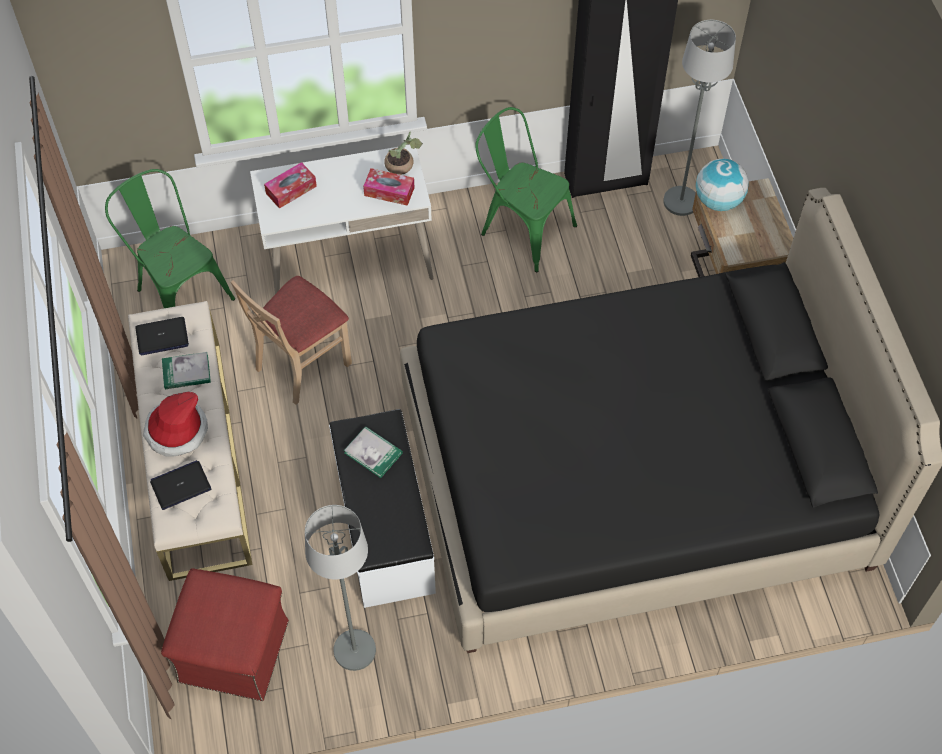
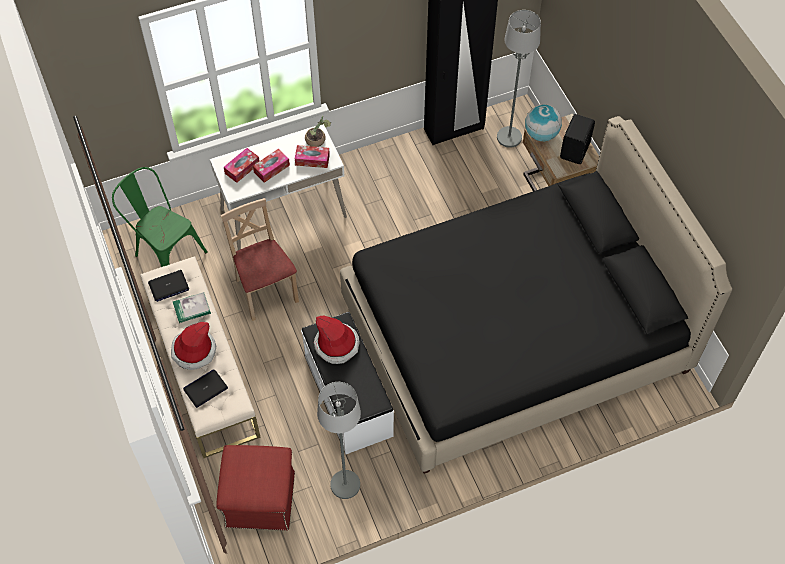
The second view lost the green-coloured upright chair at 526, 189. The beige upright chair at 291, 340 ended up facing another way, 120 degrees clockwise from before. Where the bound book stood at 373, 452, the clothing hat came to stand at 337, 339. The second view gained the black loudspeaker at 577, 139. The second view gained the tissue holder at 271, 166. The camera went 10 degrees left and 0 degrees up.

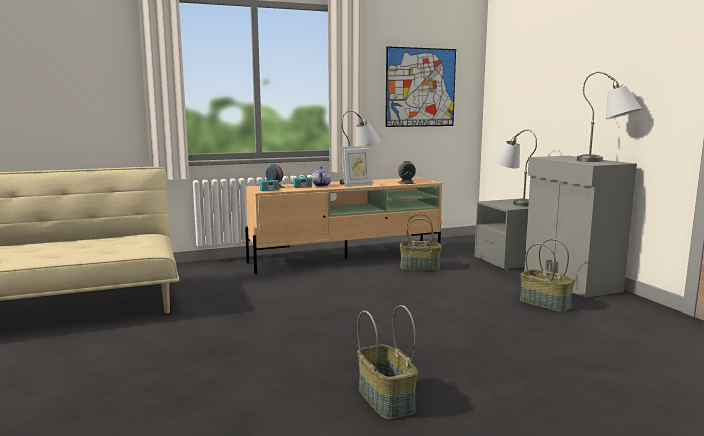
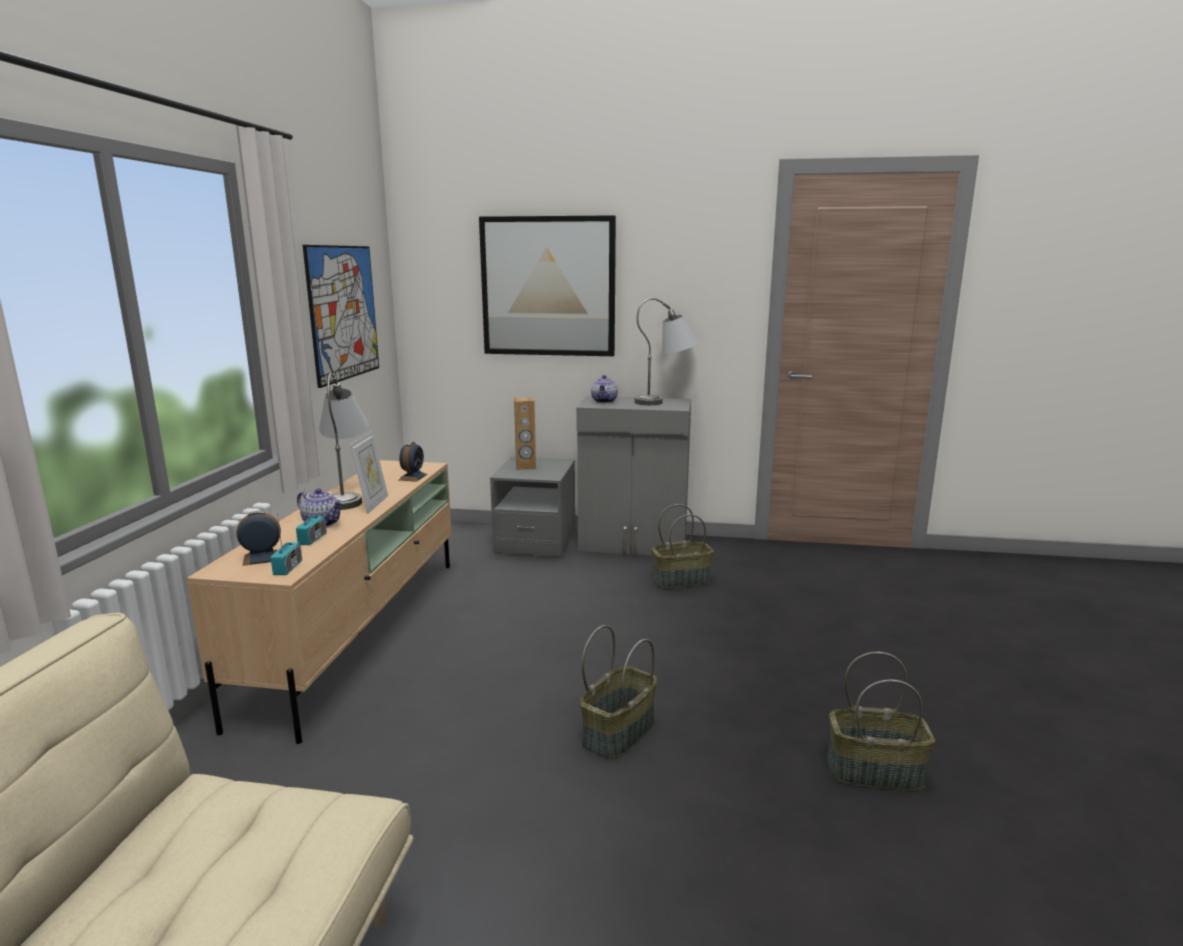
Where the gray lamp for a table stood at 515, 167, the brownish loudspeaker came to stand at 525, 433. The storage basket ended up elsewhere, having gone from 421, 242 to 618, 692. The second view gained the wall art at 547, 285. The second view gained the pot for tea at 604, 389. The camera went 60 degrees left and 5 degrees up.

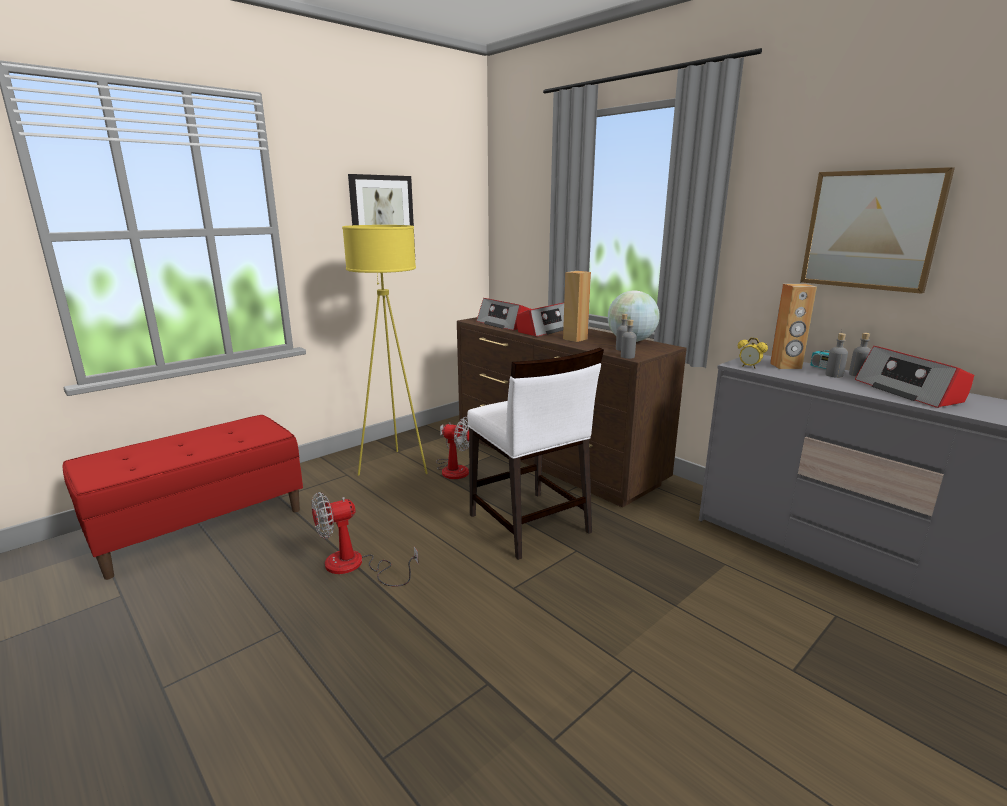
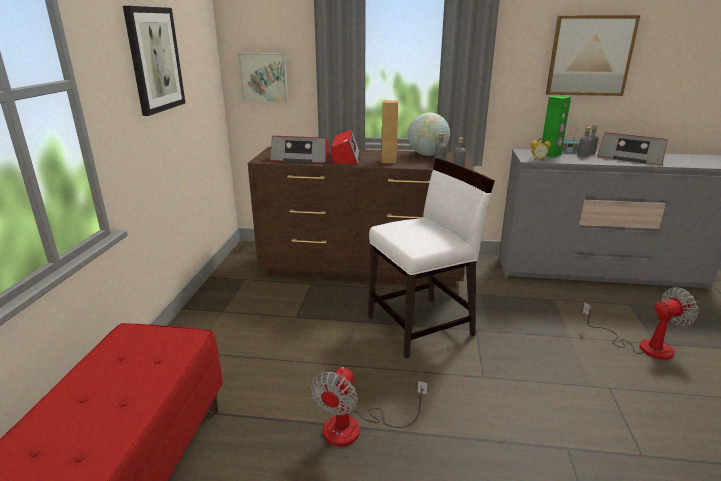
The second view lost the yellow standing lamp at 385, 350. What was the brownish loudspeaker at 793, 326 turned into the green-coloured loudspeaker at 556, 126. The white-coloured upright chair at 535, 454 ended up facing another way, 45 degrees counterclockwise from before. The electric fan ended up elsewhere, having gone from 452, 448 to 640, 323. The second view gained the wall art at 263, 77. The camera went 40 degrees left and 5 degrees up.

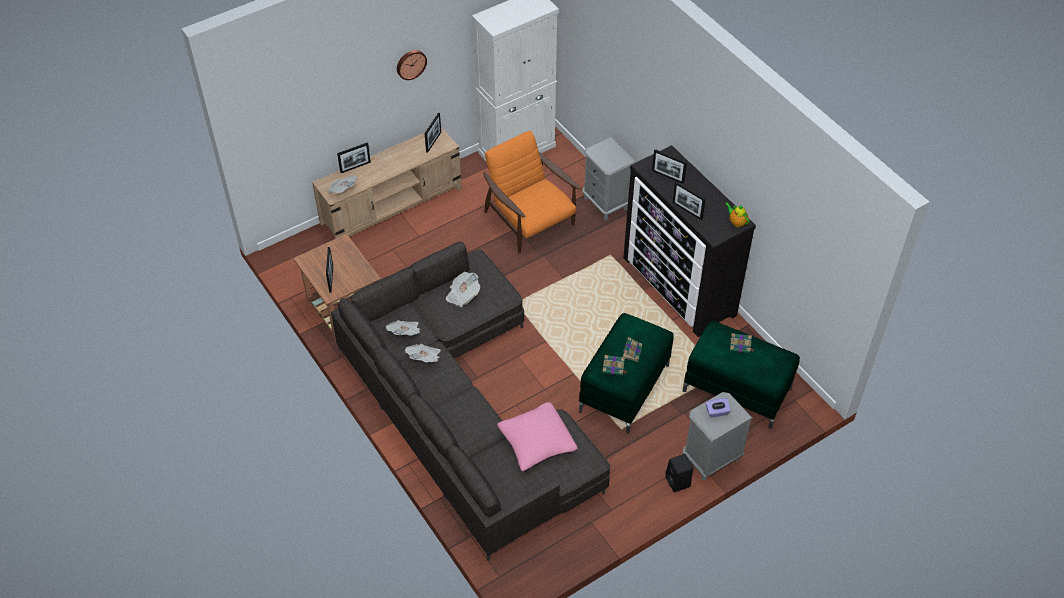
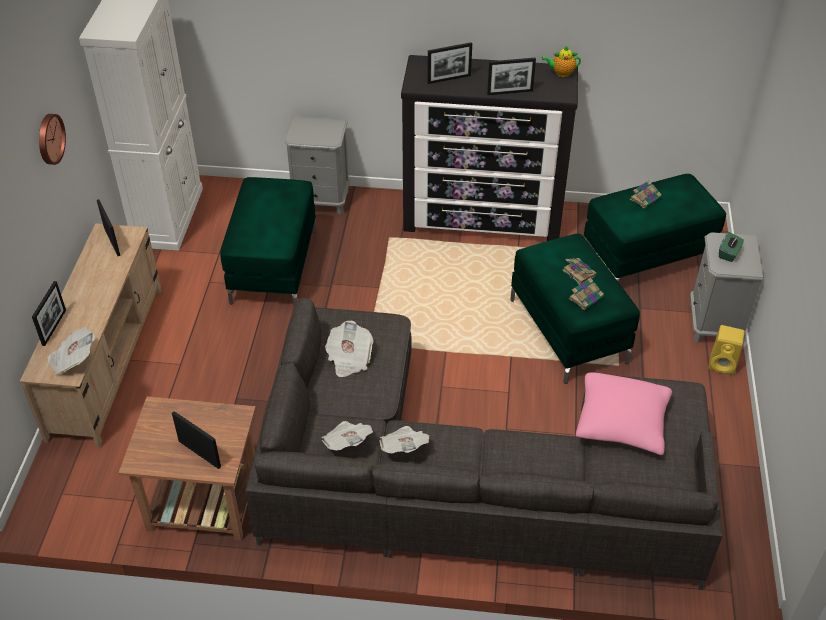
Where the orange-coloured easy chair stood at 532, 192, the green-coloured ottoman came to stand at 268, 241. What was the purplish tissue holder at 718, 408 turned into the green-coloured tissue holder at 731, 247. What was the black loudspeaker at 679, 473 turned into the yellow loudspeaker at 726, 350. The camera went 50 degrees left and 5 degrees down.

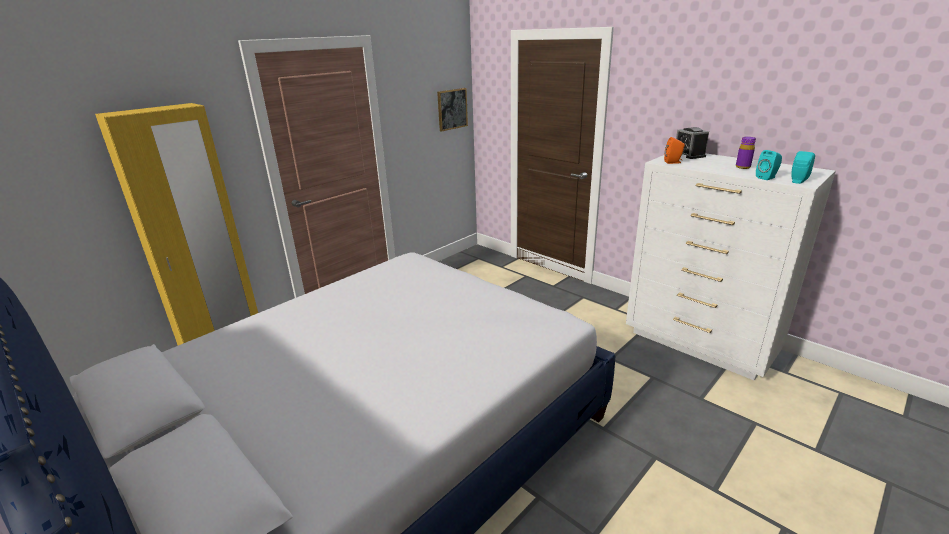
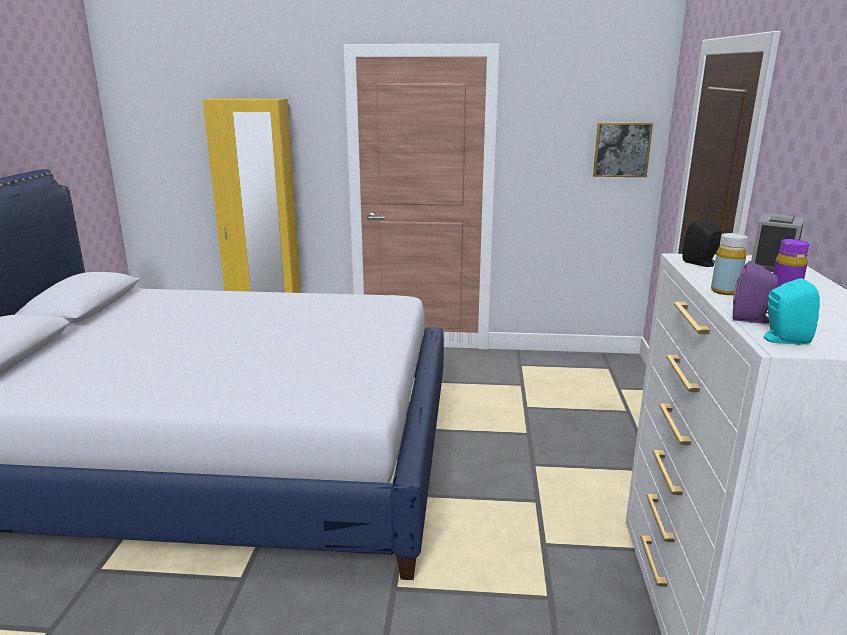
What was the orange-coloured loudspeaker at 674, 150 turned into the black loudspeaker at 702, 242. What was the blue-green loudspeaker at 769, 165 turned into the purplish loudspeaker at 755, 292. The second view gained the yellow bottle at 729, 264. The camera went 50 degrees right and 5 degrees down.

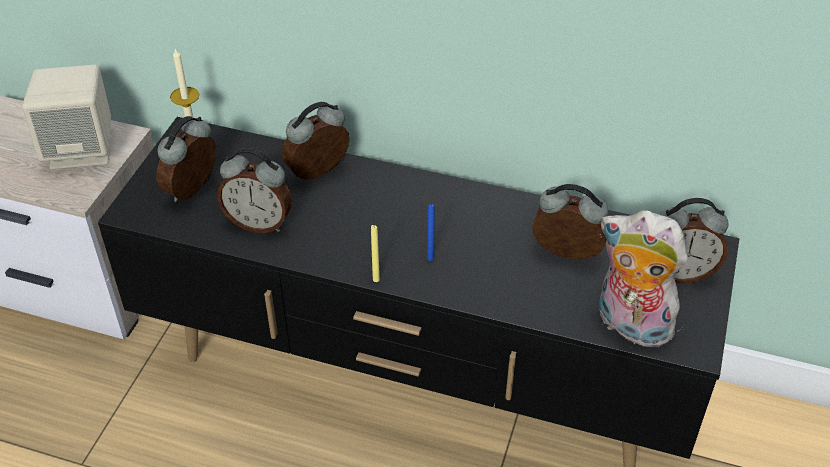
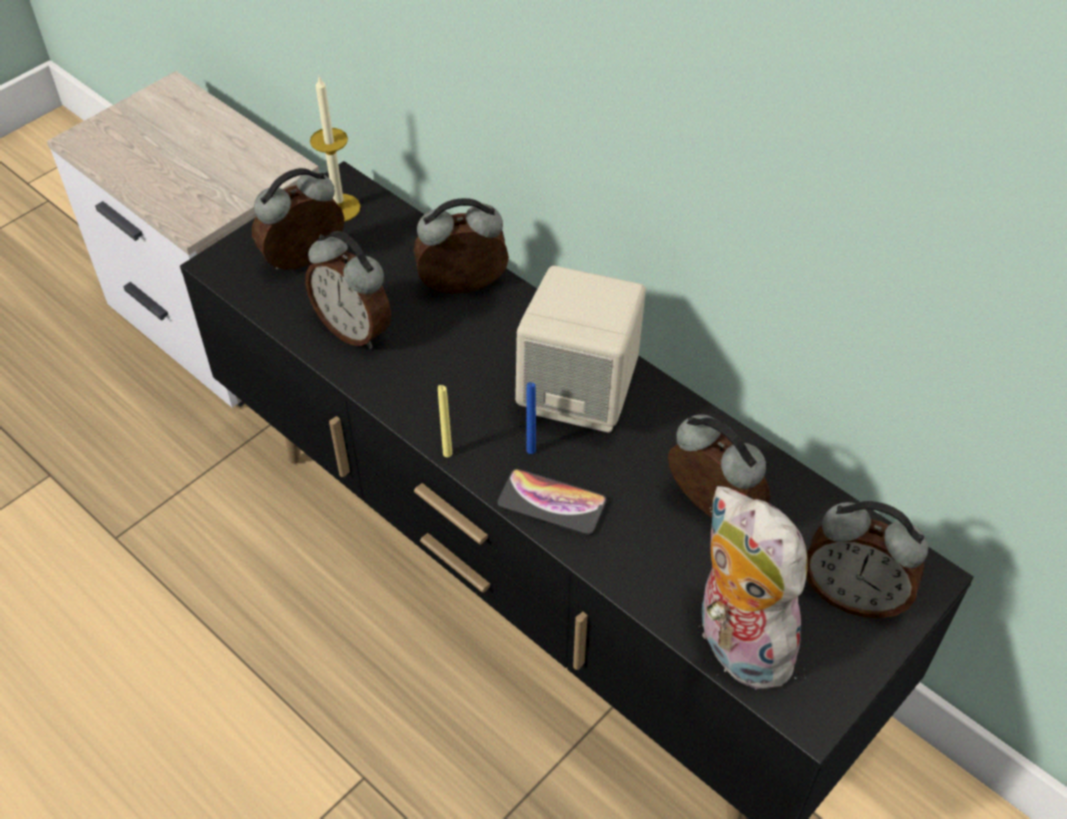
The beige loudspeaker ended up elsewhere, having gone from 66, 116 to 580, 349. The second view gained the phone at 552, 502. The camera went 25 degrees right and 5 degrees up.

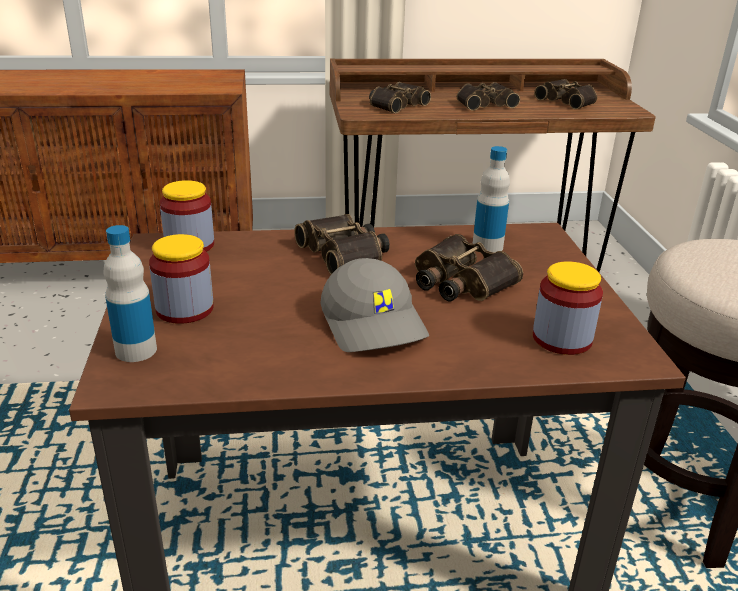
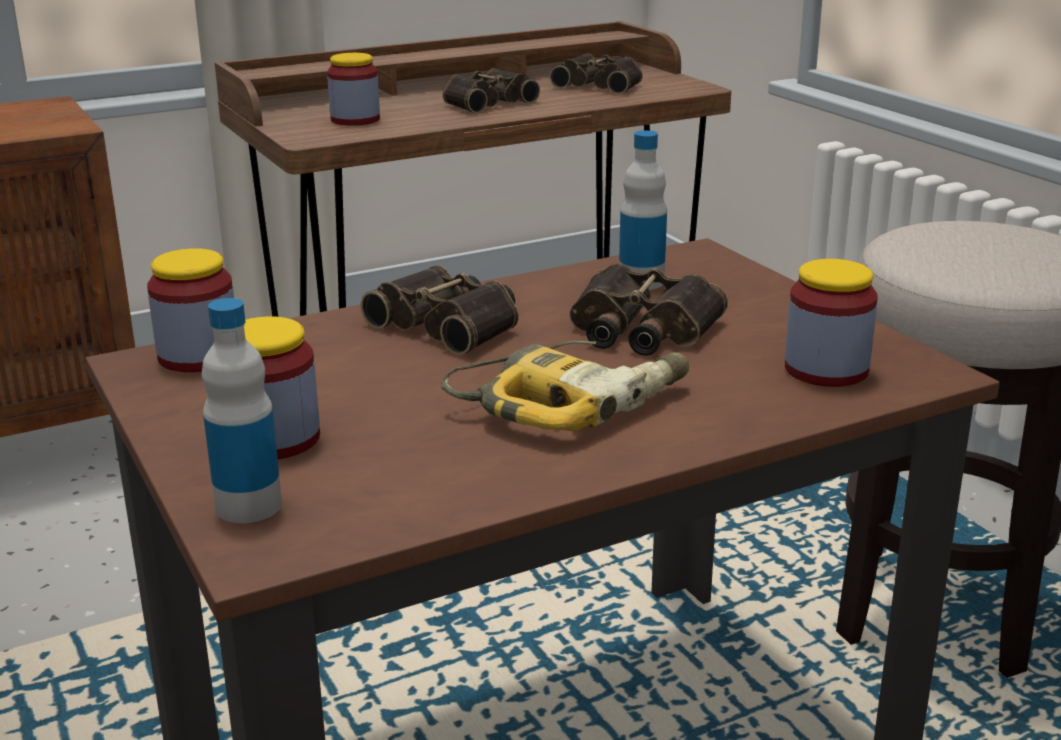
Where the pair of binoculars stood at 400, 98, the jar came to stand at 353, 89. Where the gray baseball cap stood at 374, 305, the electric drill came to stand at 565, 385. The camera went 20 degrees left and 5 degrees down.

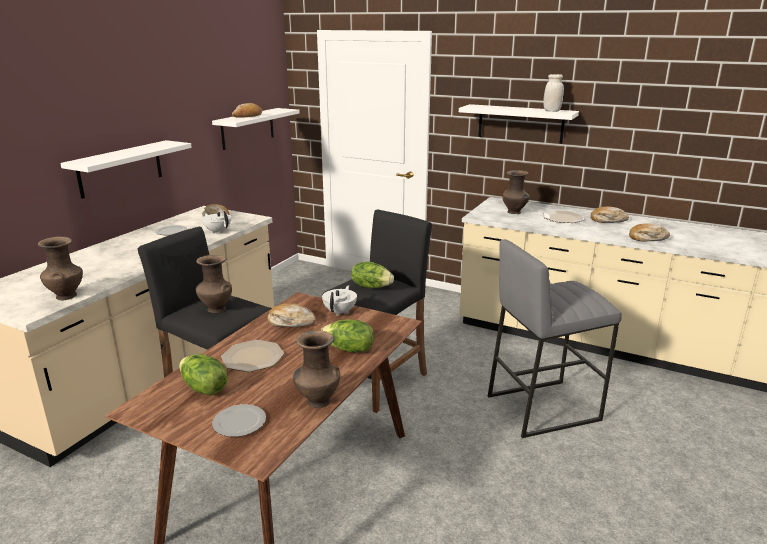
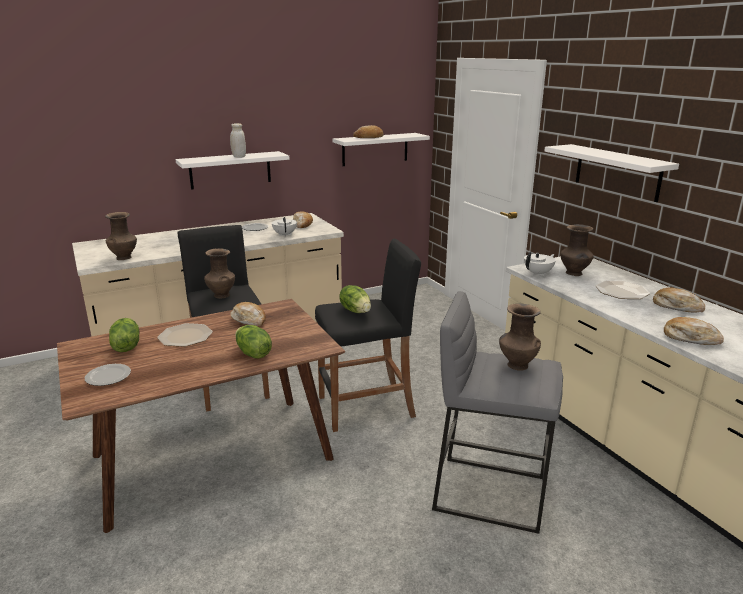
The white-coloured jar ended up elsewhere, having gone from 553, 93 to 238, 140. The white-coloured pot for tea ended up elsewhere, having gone from 339, 300 to 540, 263. The brownish flower vase ended up elsewhere, having gone from 316, 369 to 520, 337. The camera went 35 degrees right and 0 degrees up.

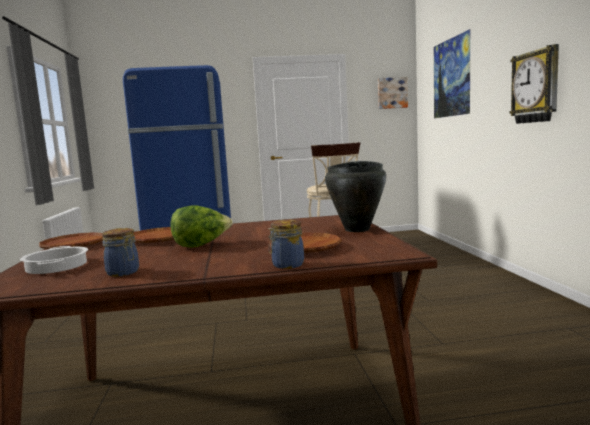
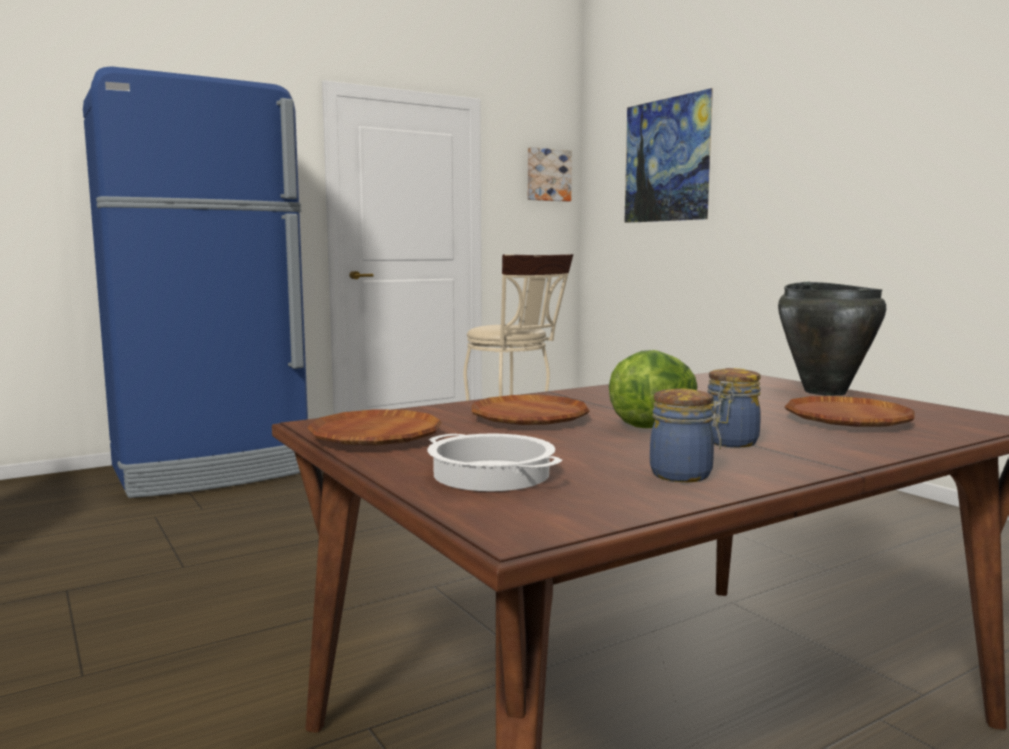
The second view lost the hanging clock at 534, 84. The jar ended up elsewhere, having gone from 286, 244 to 734, 407. The camera went 25 degrees left and 0 degrees up.

